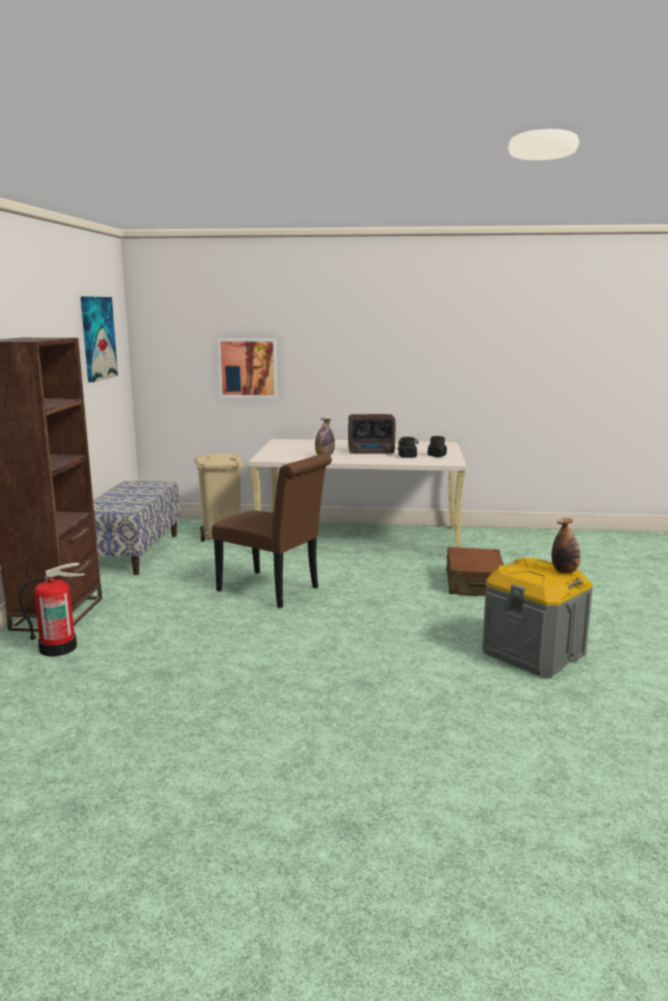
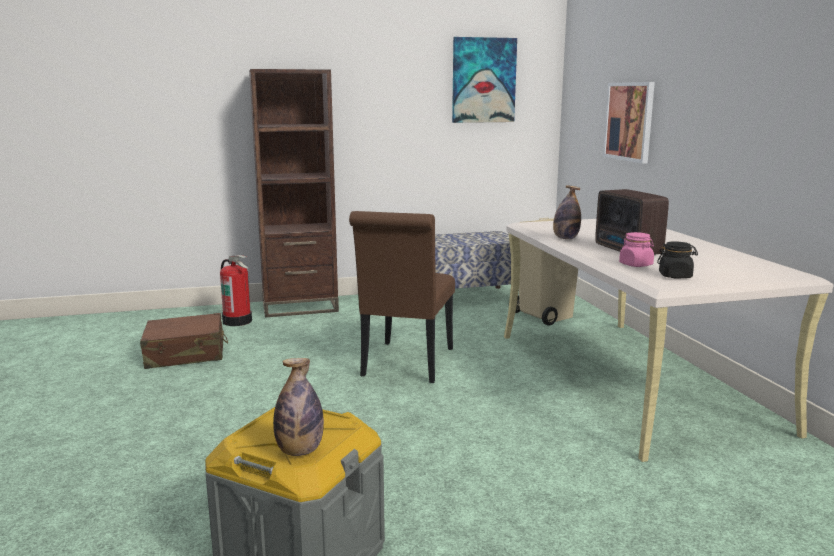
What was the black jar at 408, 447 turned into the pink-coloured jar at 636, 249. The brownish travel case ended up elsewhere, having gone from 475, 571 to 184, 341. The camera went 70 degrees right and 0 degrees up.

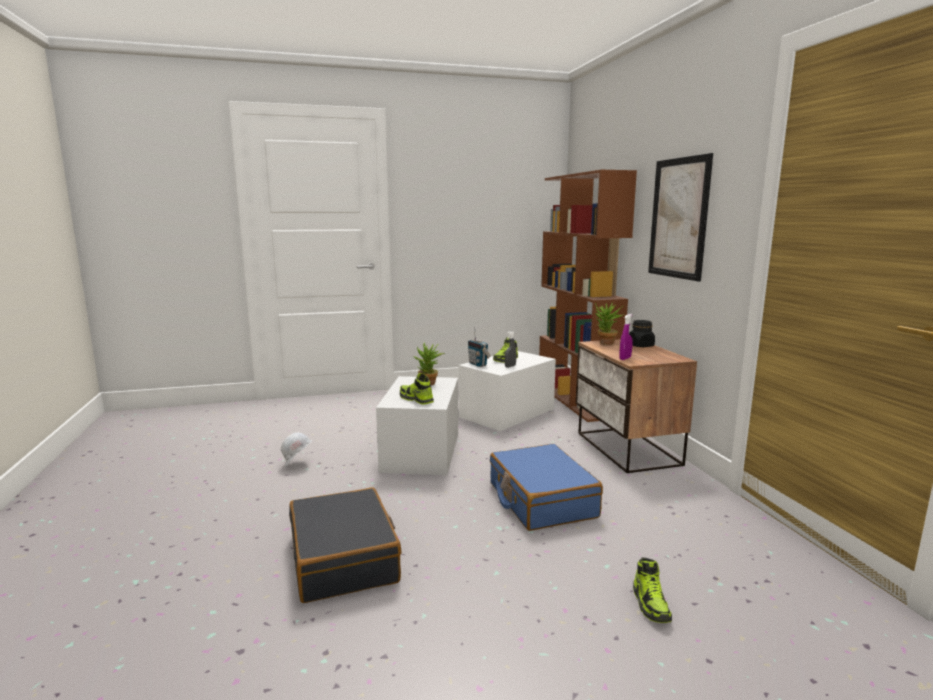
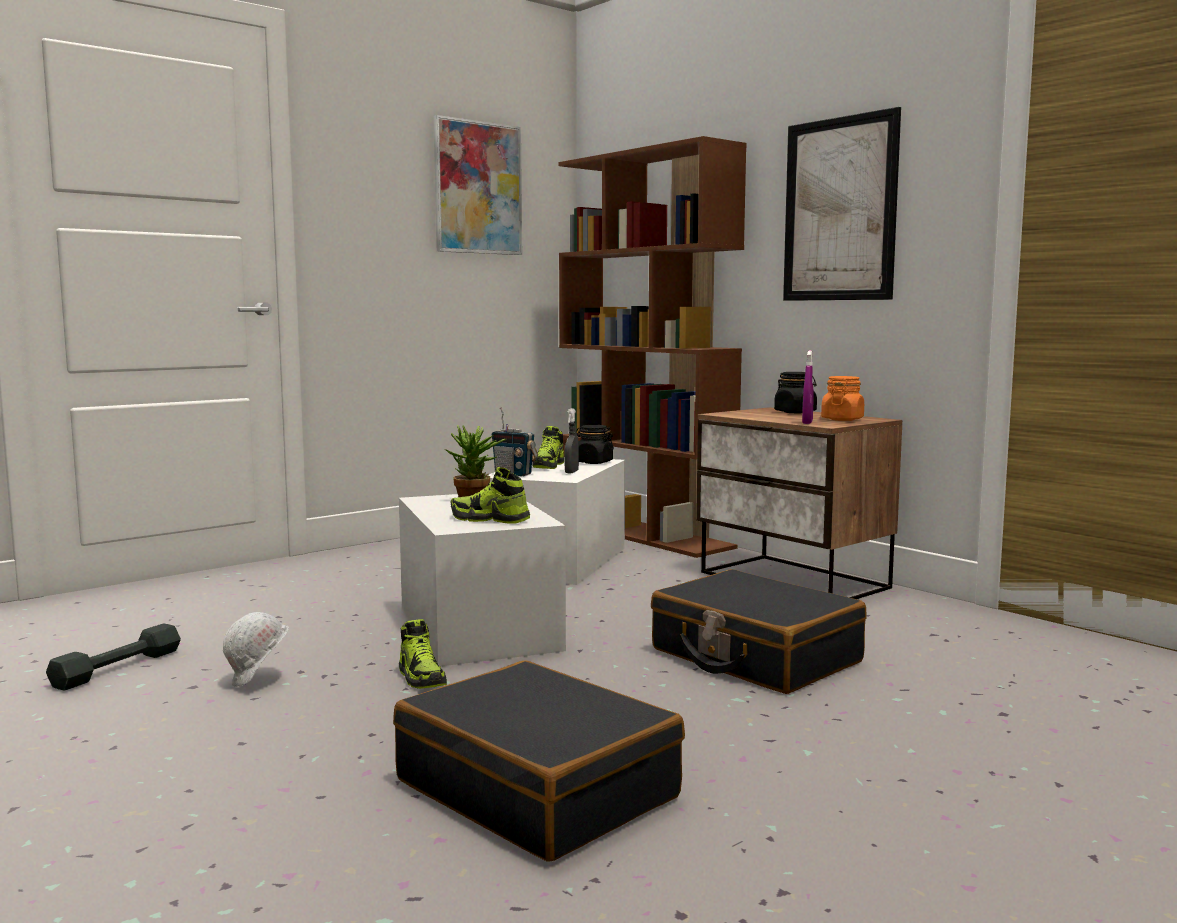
The second view lost the potted plant at 609, 323. What was the bluish travel case at 546, 487 turned into the black travel case at 759, 631. The item of footwear ended up elsewhere, having gone from 652, 590 to 423, 654. The second view gained the wall art at 478, 185. The second view gained the orange-coloured jar at 842, 398. The second view gained the black jar at 595, 444. The second view gained the gray free weight at 113, 657. The camera went 25 degrees left and 5 degrees down.

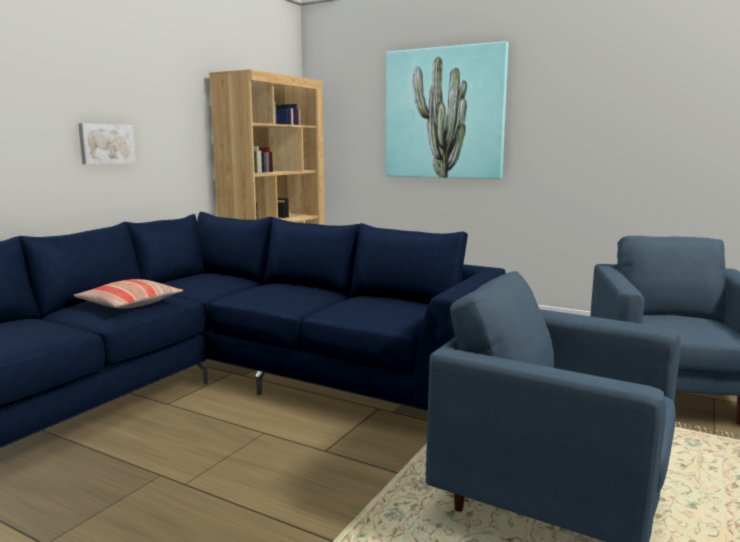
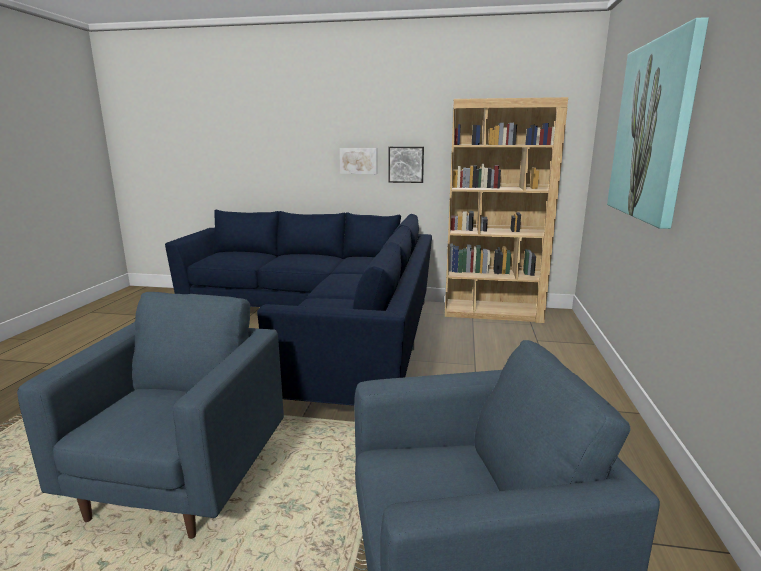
The second view lost the throw pillow at 128, 294. The second view gained the wall art at 406, 165. The camera went 70 degrees right and 5 degrees up.

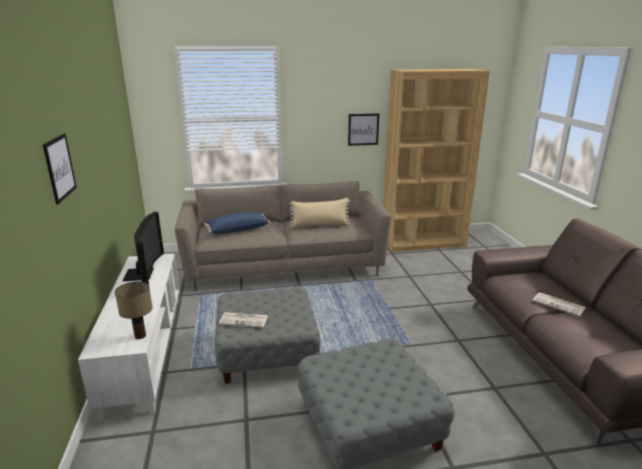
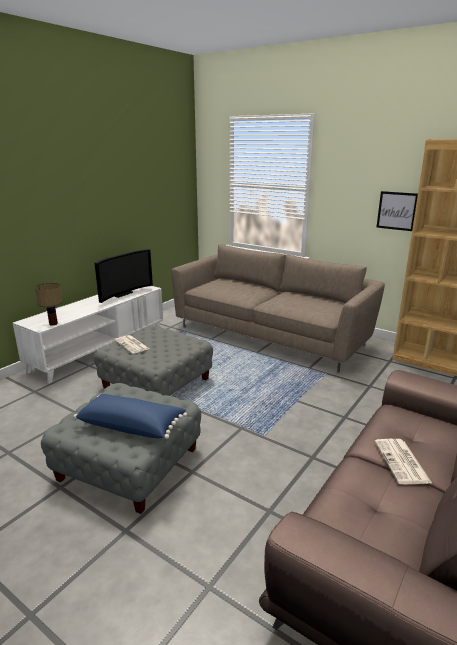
The second view lost the wall art at 60, 169. The second view lost the beige throw pillow at 319, 213. The bluish throw pillow ended up elsewhere, having gone from 237, 223 to 130, 416. The camera went 45 degrees right and 0 degrees up.

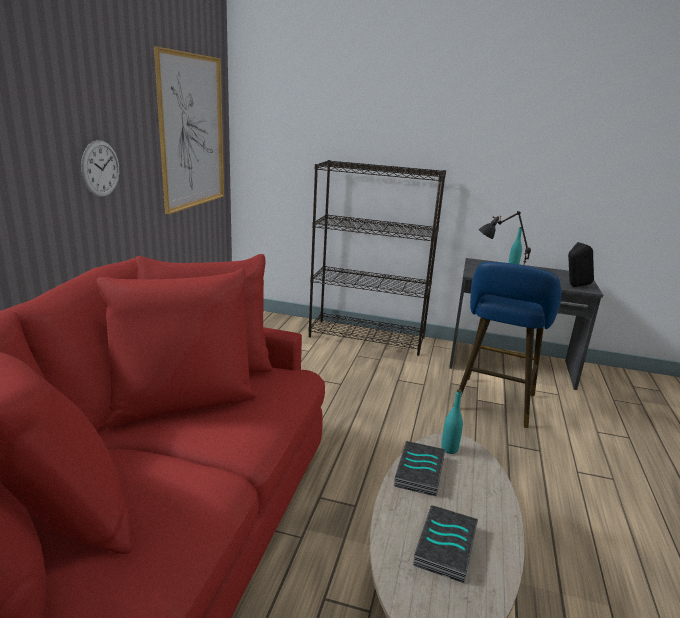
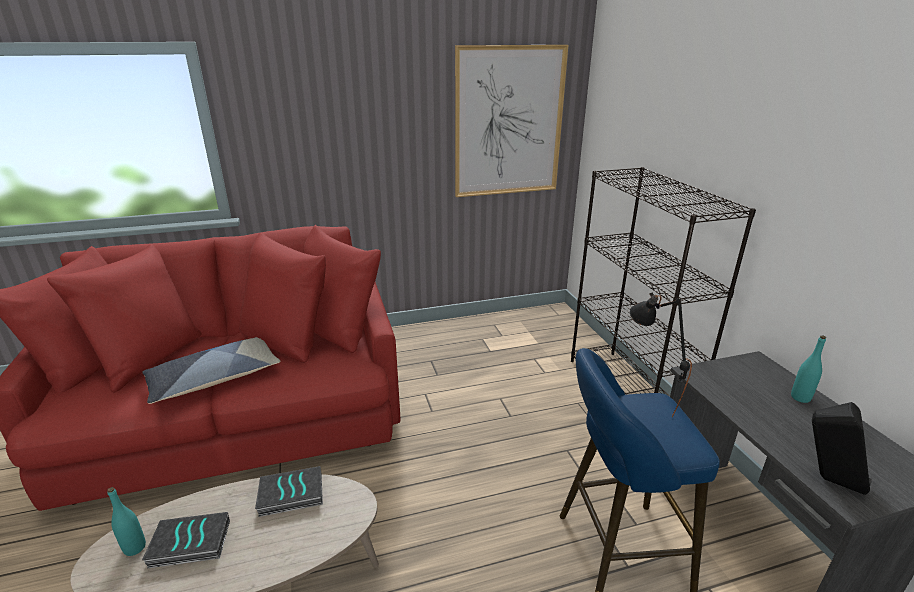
The second view lost the hanging clock at 100, 168. The blue-green bottle ended up elsewhere, having gone from 452, 421 to 126, 521. The second view gained the throw pillow at 211, 370. The camera went 60 degrees right and 5 degrees up.

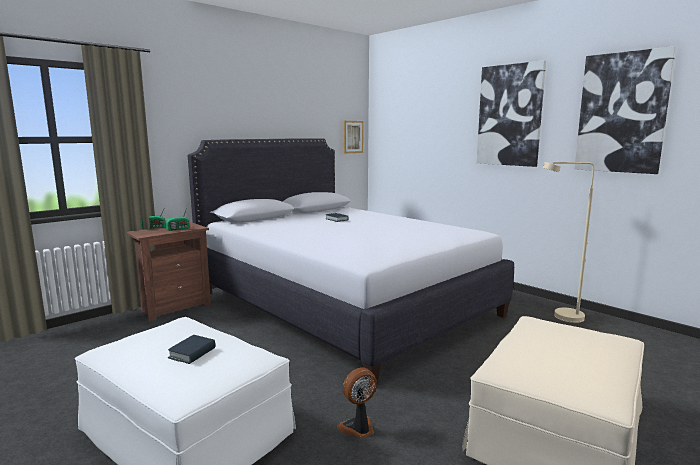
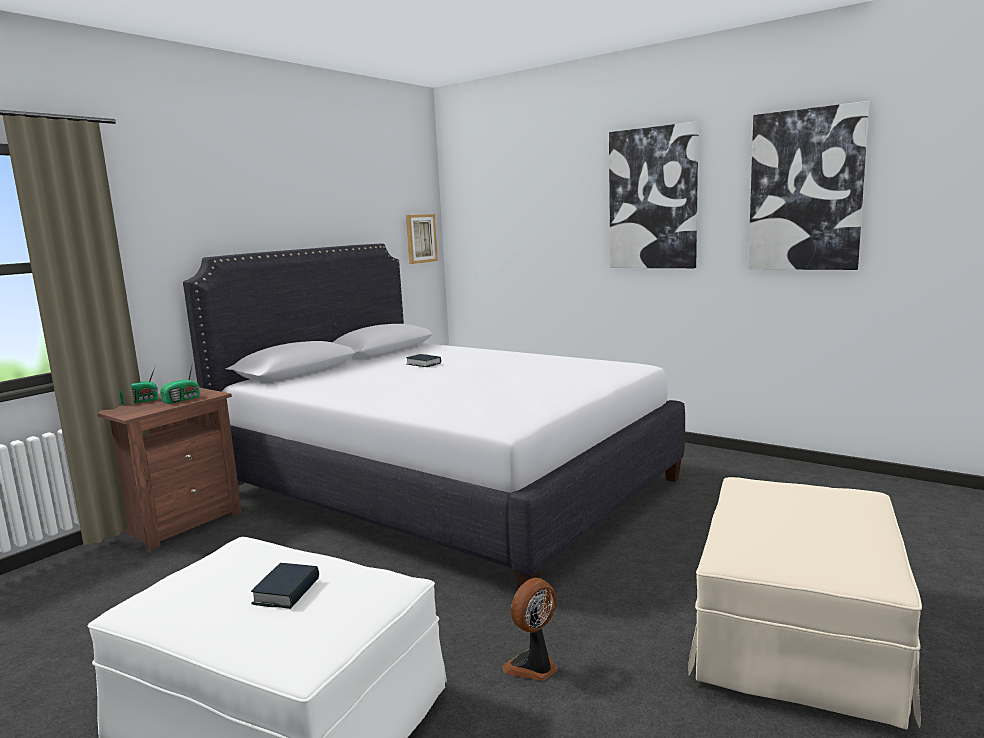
The second view lost the beige standing lamp at 568, 242. The camera went 10 degrees left and 0 degrees up.

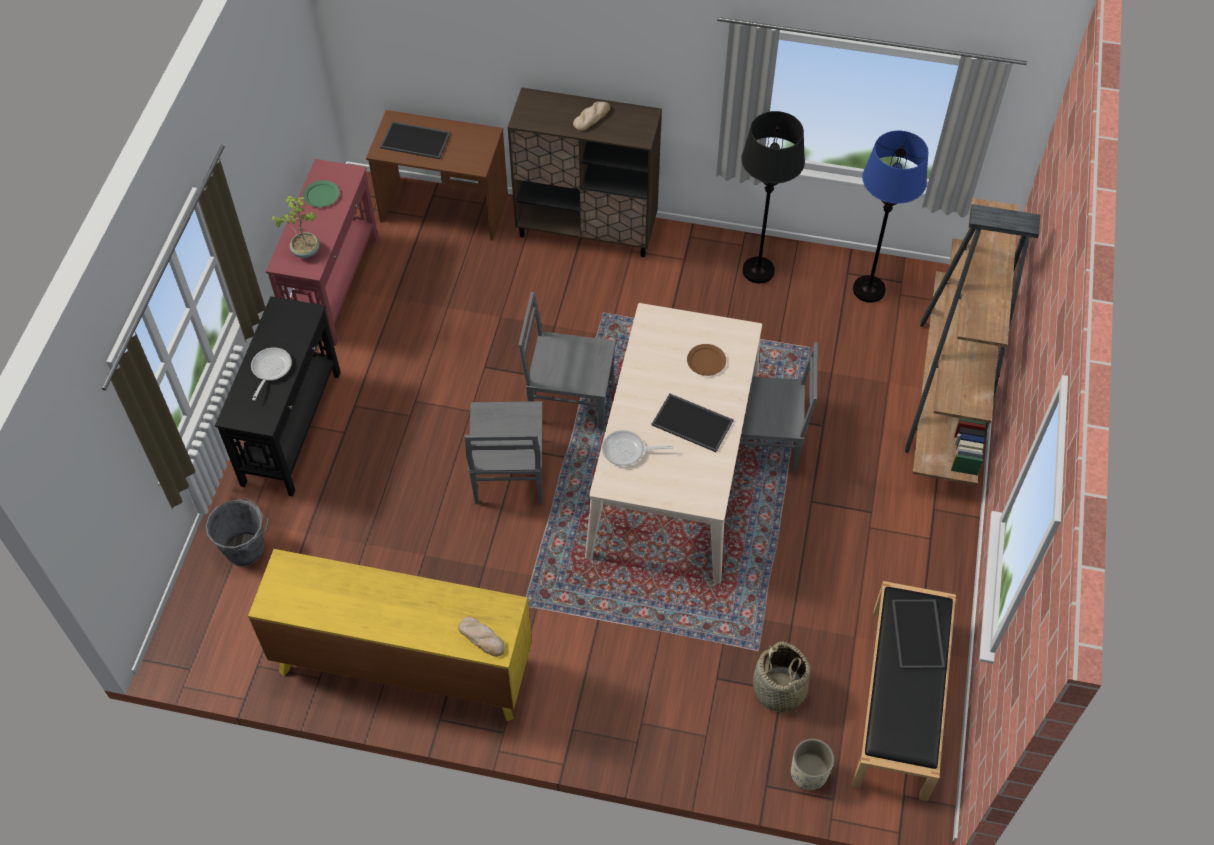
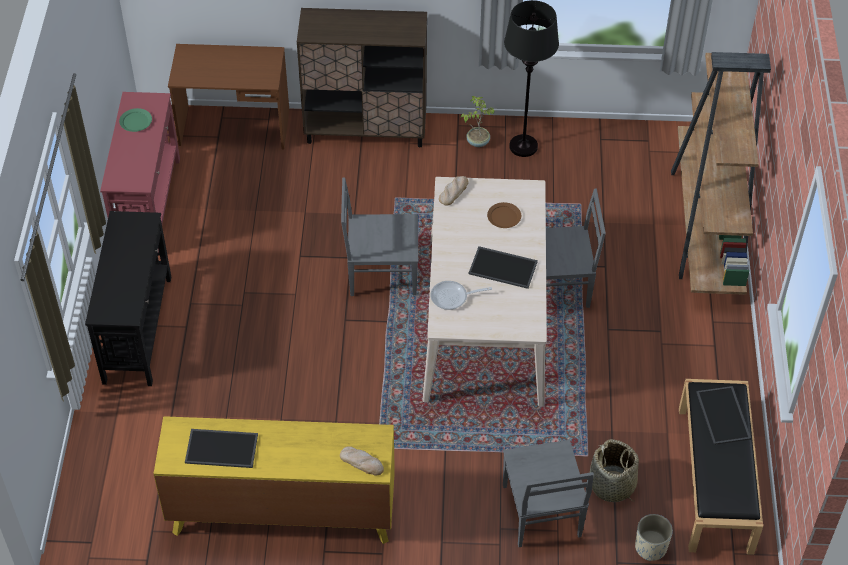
The baked bread ended up elsewhere, having gone from 591, 116 to 454, 191. The tray ended up elsewhere, having gone from 415, 140 to 221, 448. The second view lost the bluish standing lamp at 890, 217. The potted plant ended up elsewhere, having gone from 295, 226 to 478, 121. The second view lost the frying pan at 271, 374. The gray upright chair ended up elsewhere, having gone from 504, 452 to 548, 493. The second view lost the gray bucket at 237, 532. The camera went 10 degrees left and 5 degrees down.

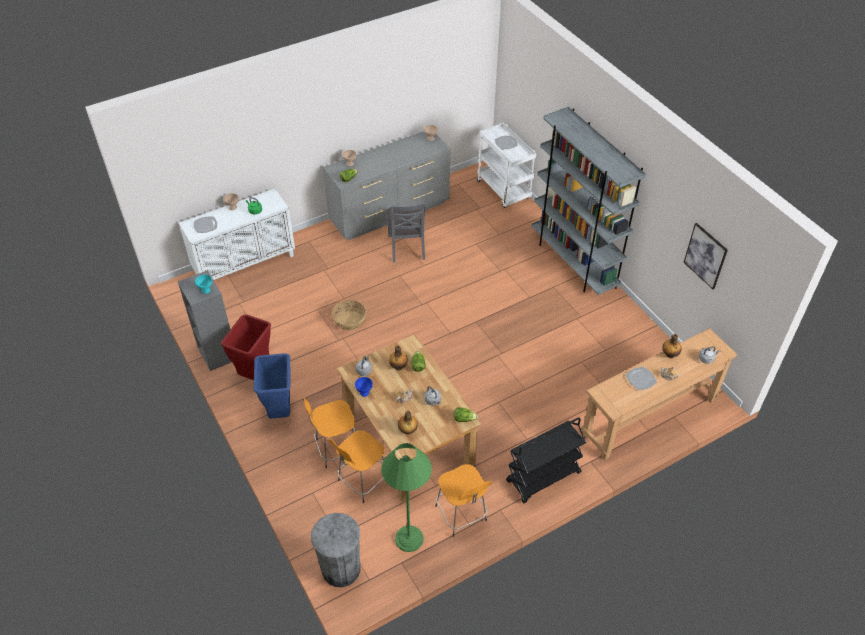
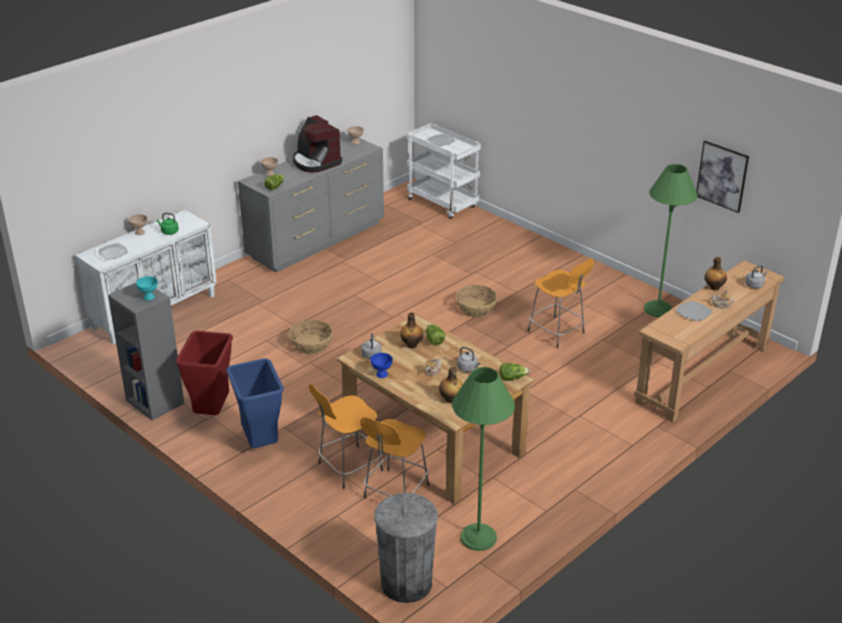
The second view lost the gray shelving unit at 589, 201. The second view lost the gray upright chair at 406, 232. The second view lost the black wheeled cart at 546, 460. The orange-coloured sitting stool ended up elsewhere, having gone from 463, 500 to 561, 304. The second view gained the coffee maker at 317, 144. The second view gained the green-coloured standing lamp at 670, 240. The second view gained the storage basket at 477, 301. The camera went 15 degrees left and 15 degrees down.

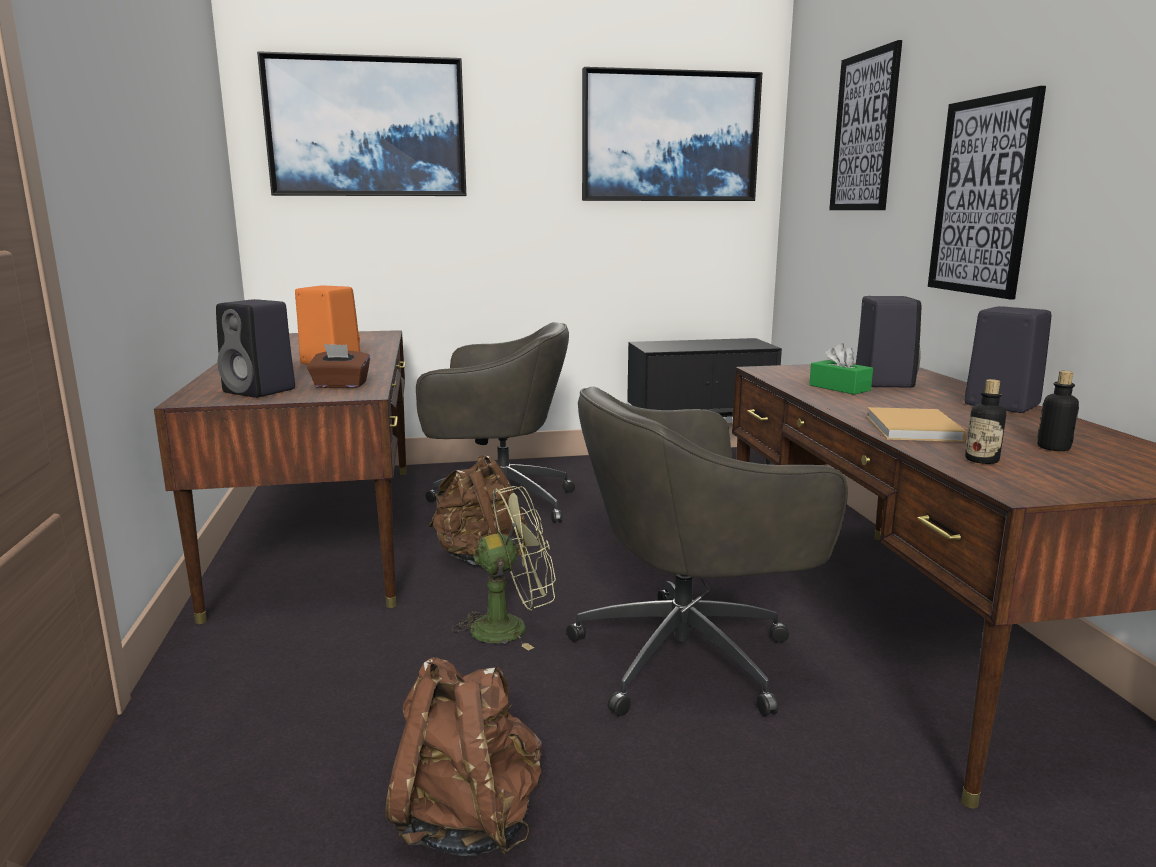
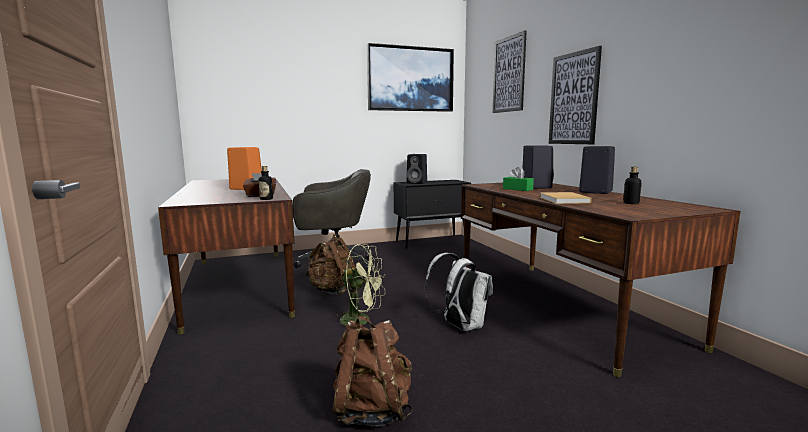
The second view lost the wall art at 361, 123. The black loudspeaker ended up elsewhere, having gone from 255, 348 to 417, 169. The bottle ended up elsewhere, having gone from 985, 421 to 266, 183. Where the gray computer chair stood at 707, 551, the white-coloured knapsack came to stand at 459, 292. The green-coloured electric fan at 504, 568 ended up facing another way, 45 degrees clockwise from before. The camera went 10 degrees left and 5 degrees down.

